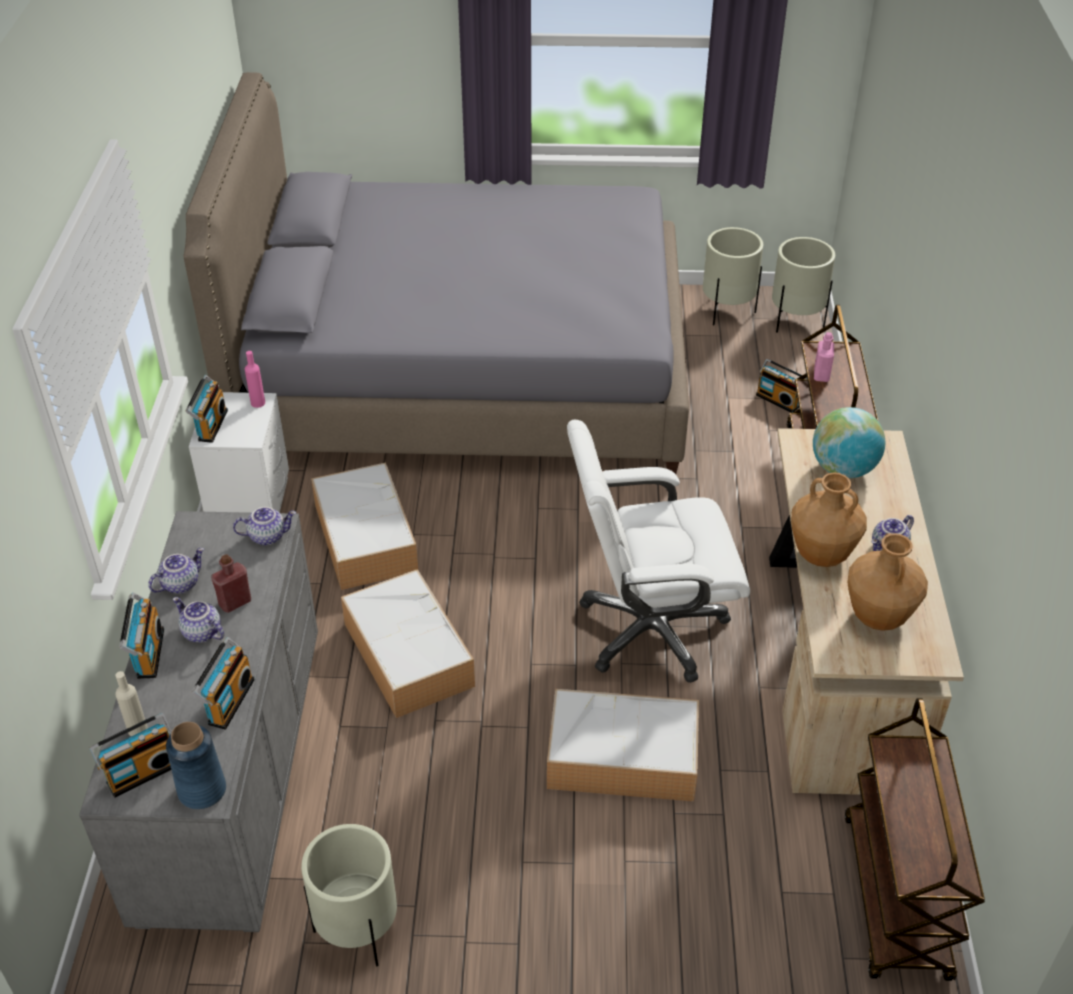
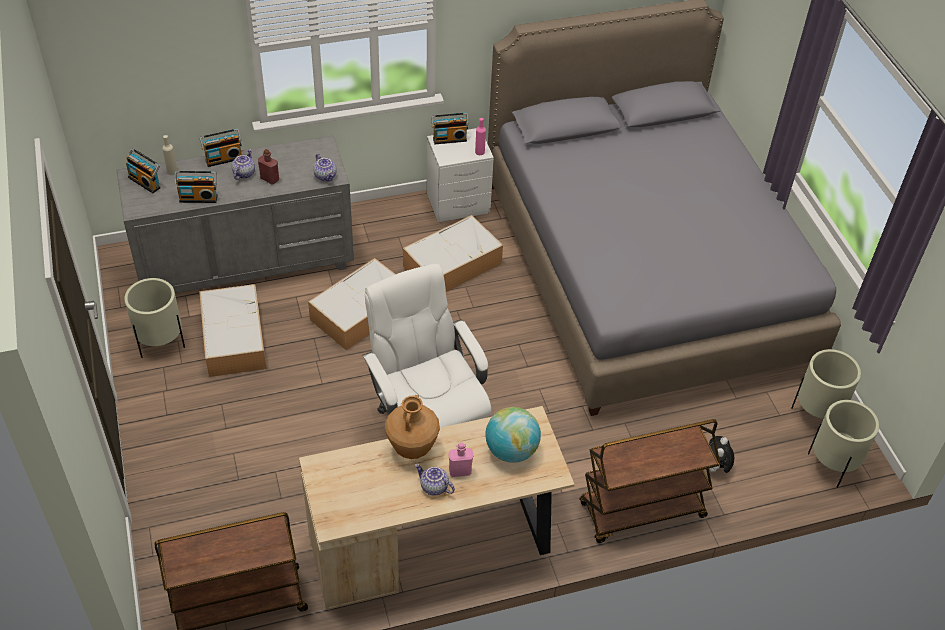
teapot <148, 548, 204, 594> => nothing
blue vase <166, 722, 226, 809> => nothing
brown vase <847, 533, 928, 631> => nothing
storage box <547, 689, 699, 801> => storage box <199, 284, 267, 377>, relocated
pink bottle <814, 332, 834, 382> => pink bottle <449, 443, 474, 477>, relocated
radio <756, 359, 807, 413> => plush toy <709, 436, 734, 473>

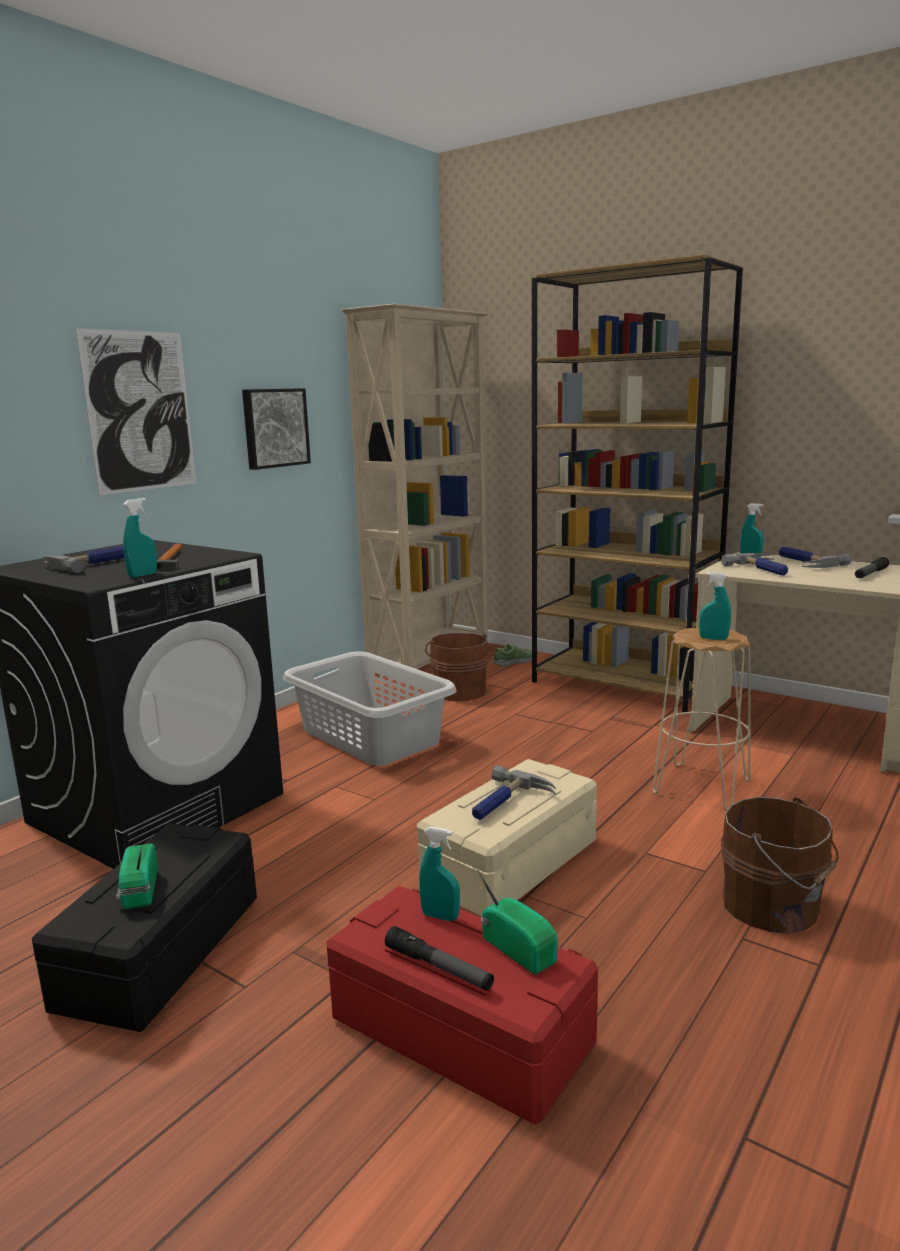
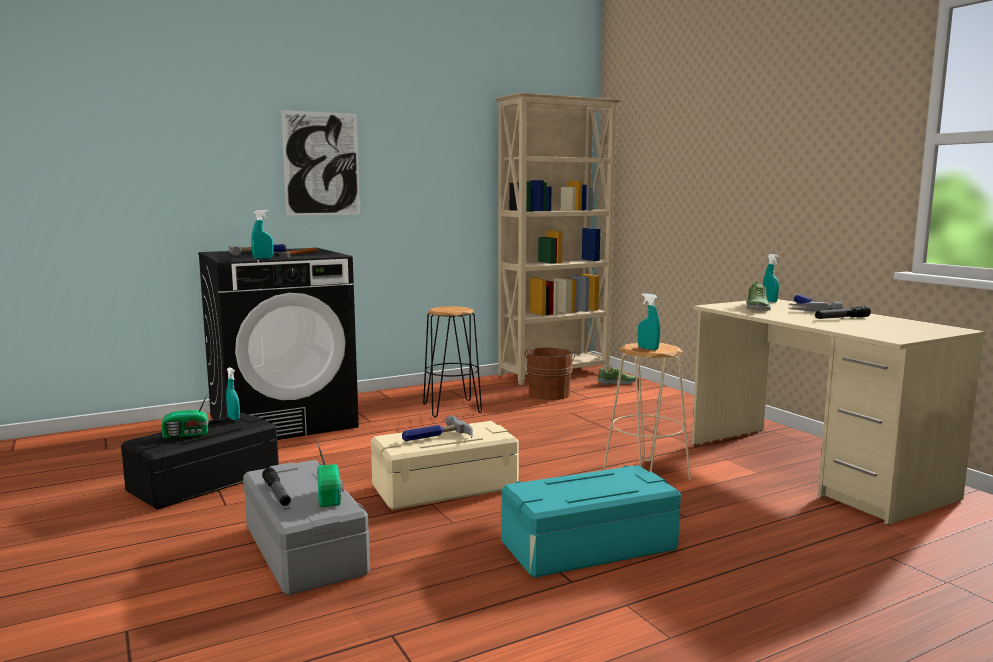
picture <242, 388, 311, 470> => nothing
brown bookcase <532, 255, 743, 712> => nothing
turquoise spray bottle <419, 827, 460, 921> => turquoise spray bottle <226, 367, 240, 420>, relocated
grey laundry basket <283, 652, 457, 766> => black stool <423, 306, 482, 417>
hammer <721, 553, 788, 575> => shoe <746, 282, 771, 311>
brown bucket <721, 797, 839, 934> => turquoise storage box <502, 465, 681, 578>
red storage box <327, 886, 598, 1124> => grey storage box <243, 460, 370, 596>
radio <116, 844, 158, 909> => radio <161, 391, 209, 439>, 120 degrees counterclockwise

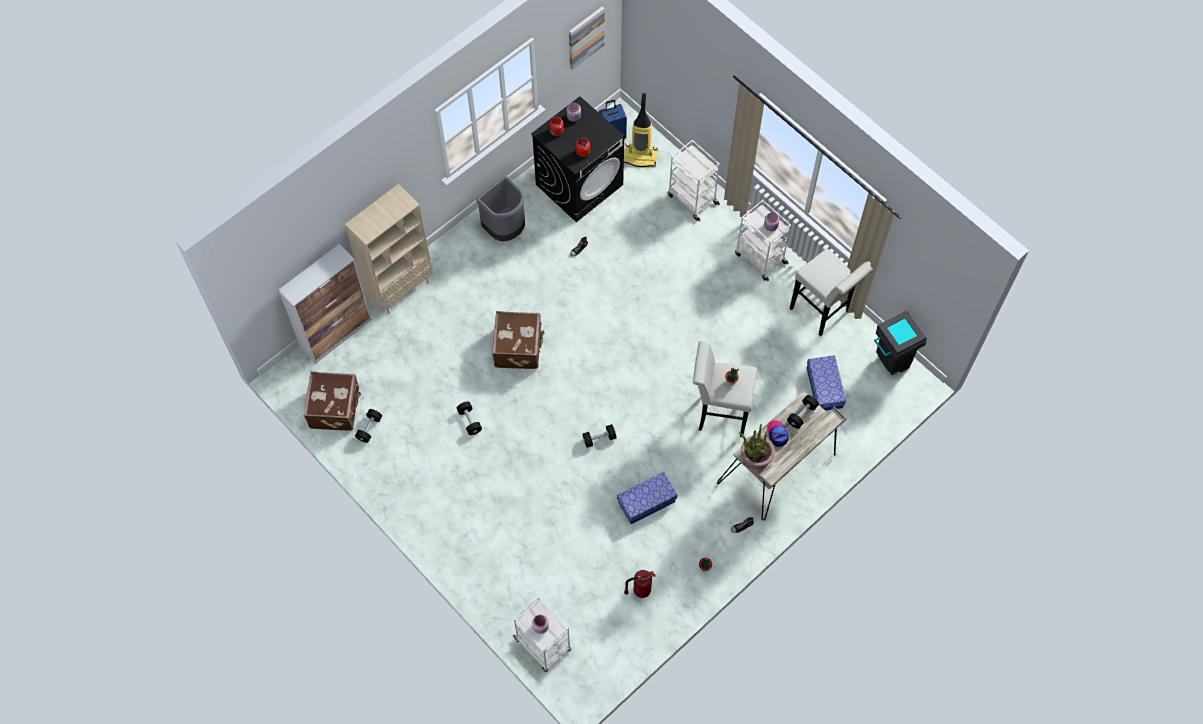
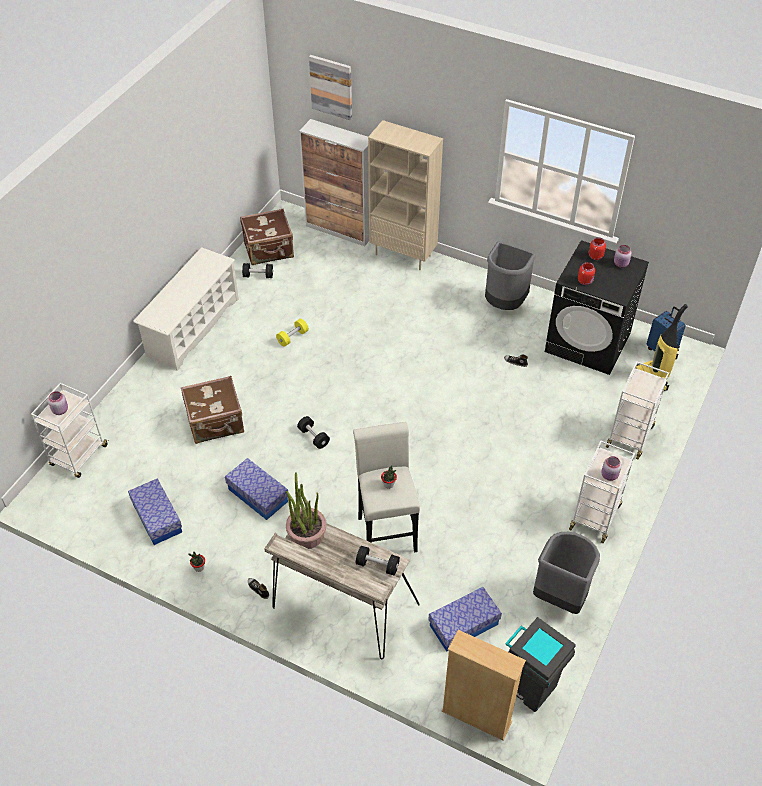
cap <767, 420, 789, 447> => nothing
nothing => white shoe rack <133, 247, 239, 371>
nothing => beige bookcase <442, 630, 526, 741>
brown suitcase <492, 311, 545, 369> => brown suitcase <181, 376, 244, 444>, relocated
picture <569, 6, 605, 70> => picture <309, 55, 352, 120>, relocated
fire extinguisher <624, 570, 656, 598> => storage box <128, 478, 182, 545>
white stool <790, 248, 873, 337> => grey trash can <533, 532, 600, 614>
black dumbbell <457, 402, 482, 435> => yellow dumbbell <276, 319, 309, 347>

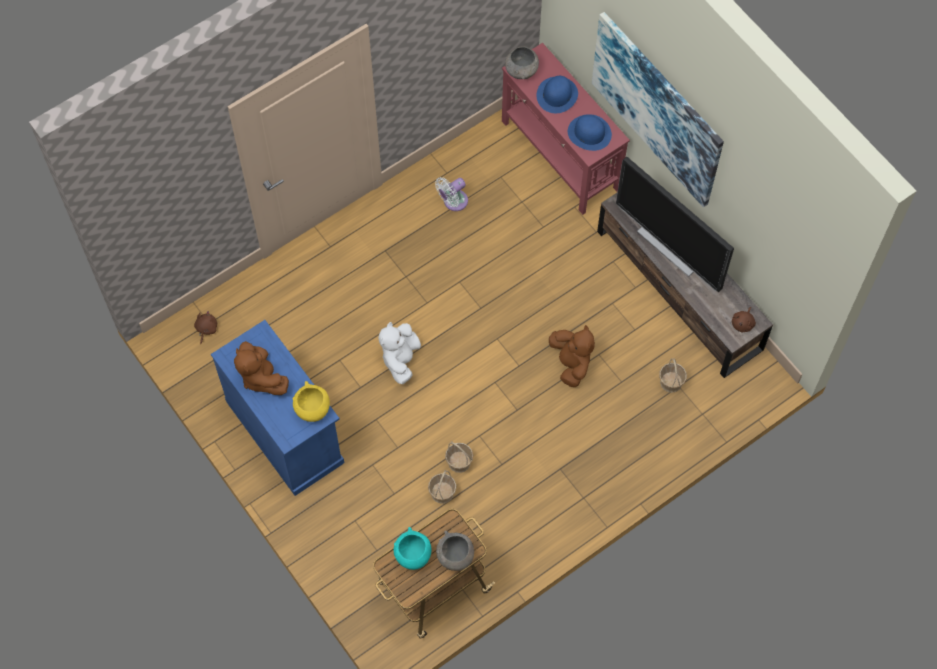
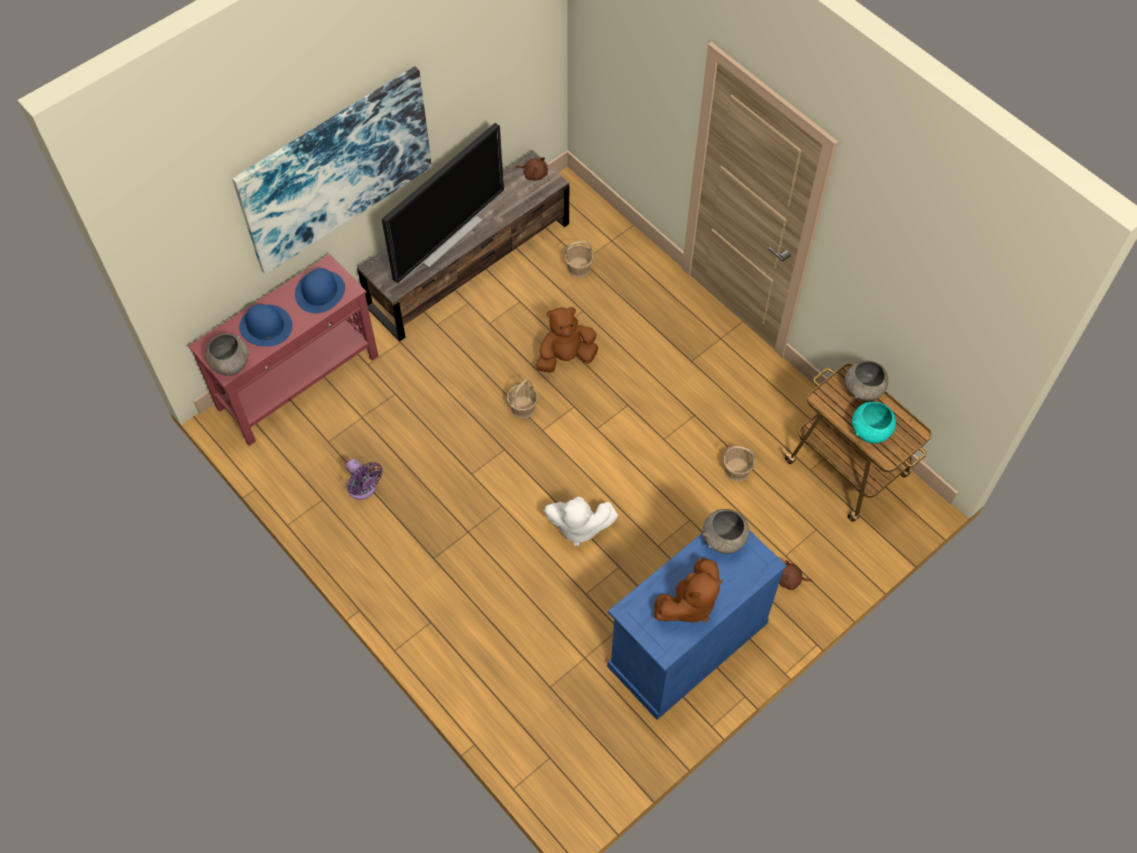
brown plush toy <194, 311, 217, 344> => brown plush toy <779, 560, 813, 590>, relocated
basket <445, 441, 473, 473> => basket <507, 379, 538, 418>, relocated
yellow bowl <292, 381, 330, 422> => grey bowl <703, 509, 749, 554>
white fan <435, 177, 468, 211> => purple fan <346, 459, 383, 500>

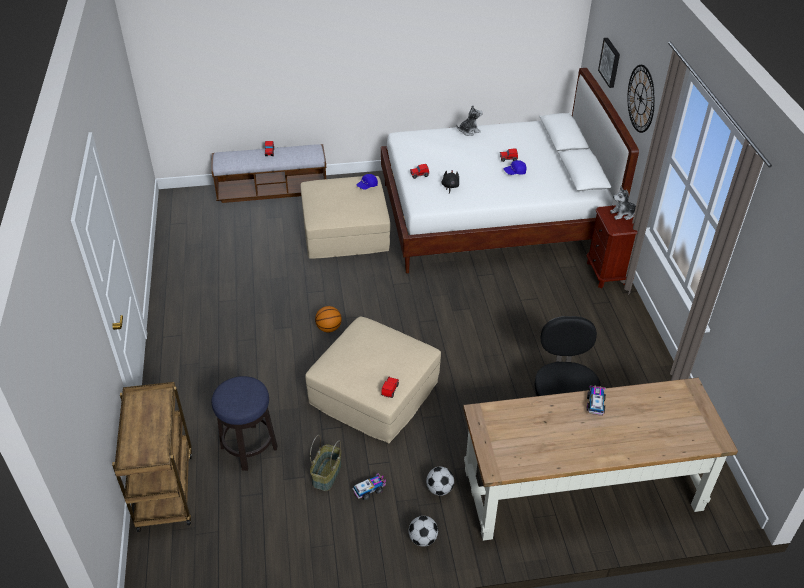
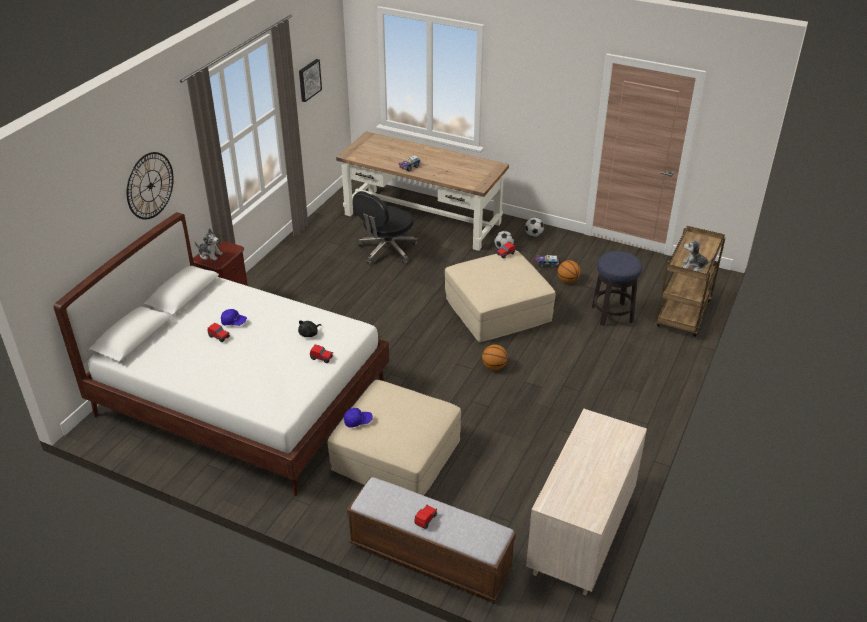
nothing => beige dresser <526, 409, 647, 595>
plush toy <456, 105, 483, 136> => plush toy <683, 238, 713, 271>, relocated
picture <598, 38, 620, 88> => picture <299, 59, 322, 102>, relocated
basket <310, 435, 341, 491> => basketball <557, 260, 581, 283>

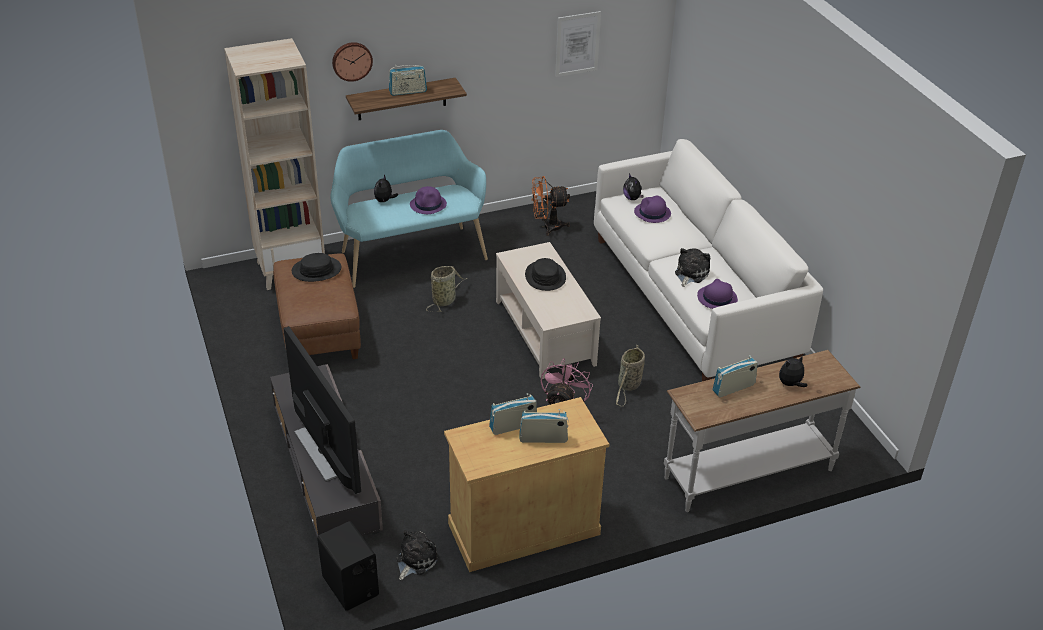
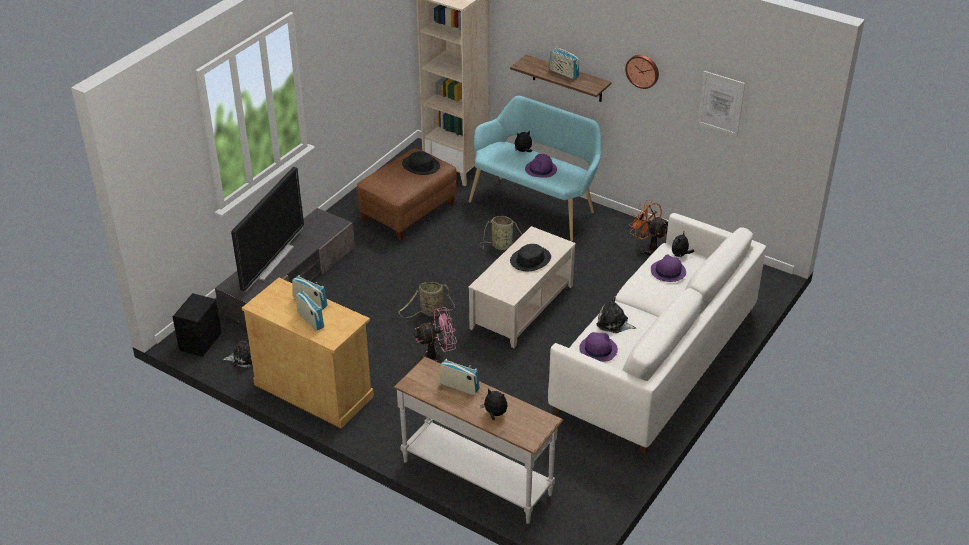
wall clock <332, 42, 373, 82> => wall clock <625, 55, 659, 89>, relocated
basket <616, 345, 645, 406> => basket <398, 282, 455, 318>, relocated
plush toy <675, 248, 710, 287> => plush toy <596, 296, 637, 333>, 150 degrees counterclockwise

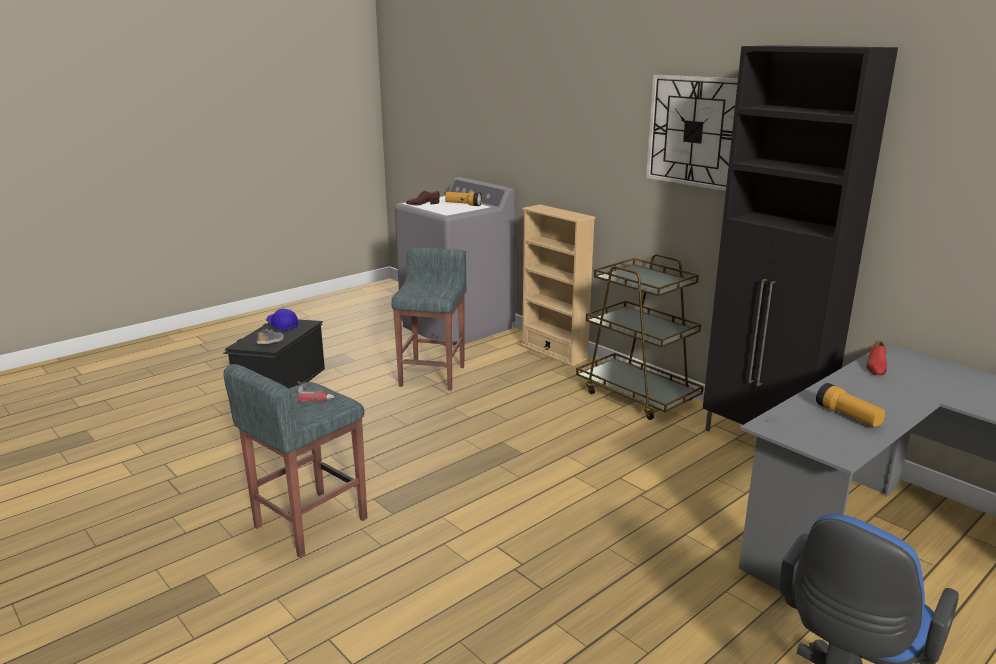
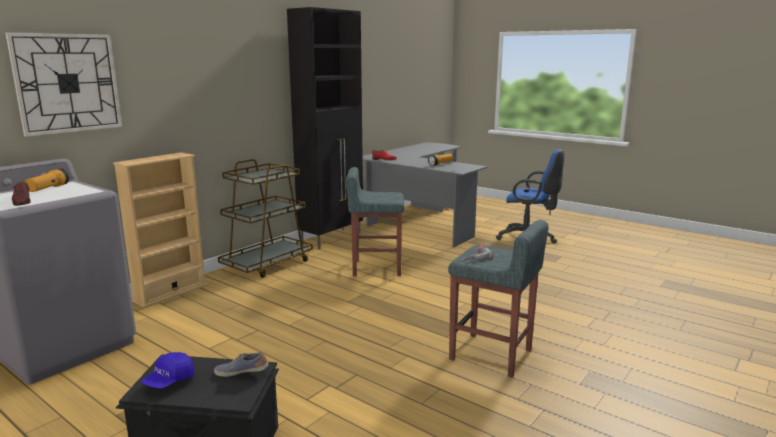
grey stool <391, 248, 467, 391> => grey stool <346, 167, 405, 276>, relocated
wall clock <646, 75, 738, 191> => wall clock <5, 32, 122, 137>, relocated

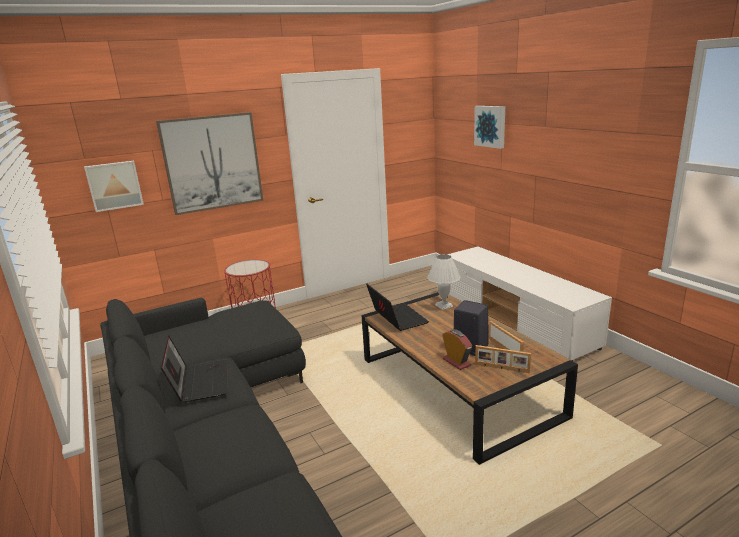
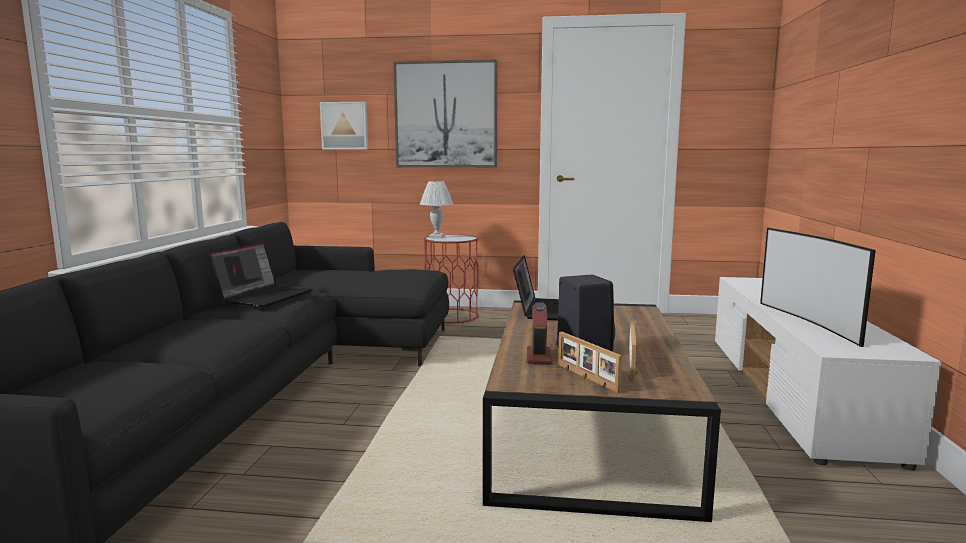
picture <474, 106, 505, 149> => nothing
nothing => television <760, 228, 876, 347>
white table lamp <428, 254, 460, 310> => white table lamp <420, 181, 453, 238>, relocated

